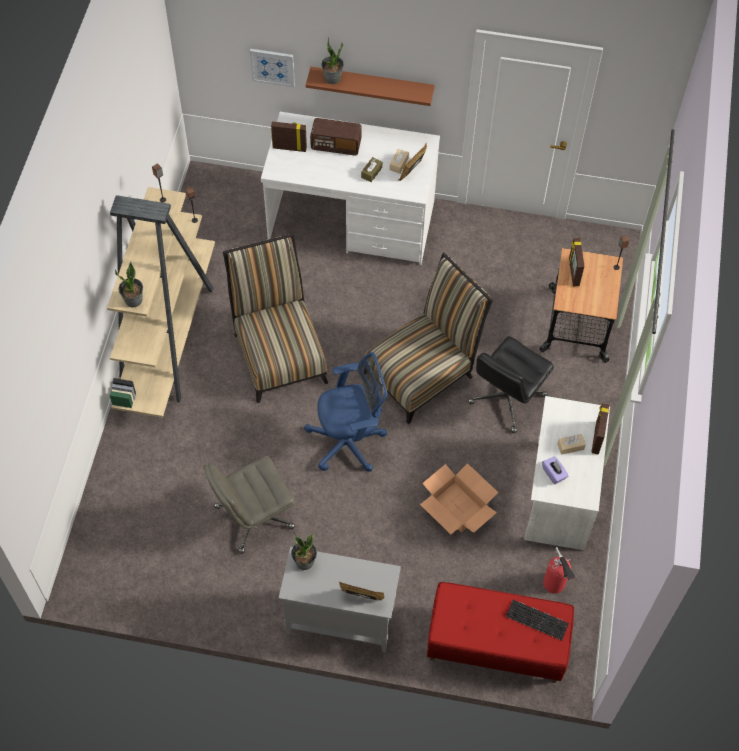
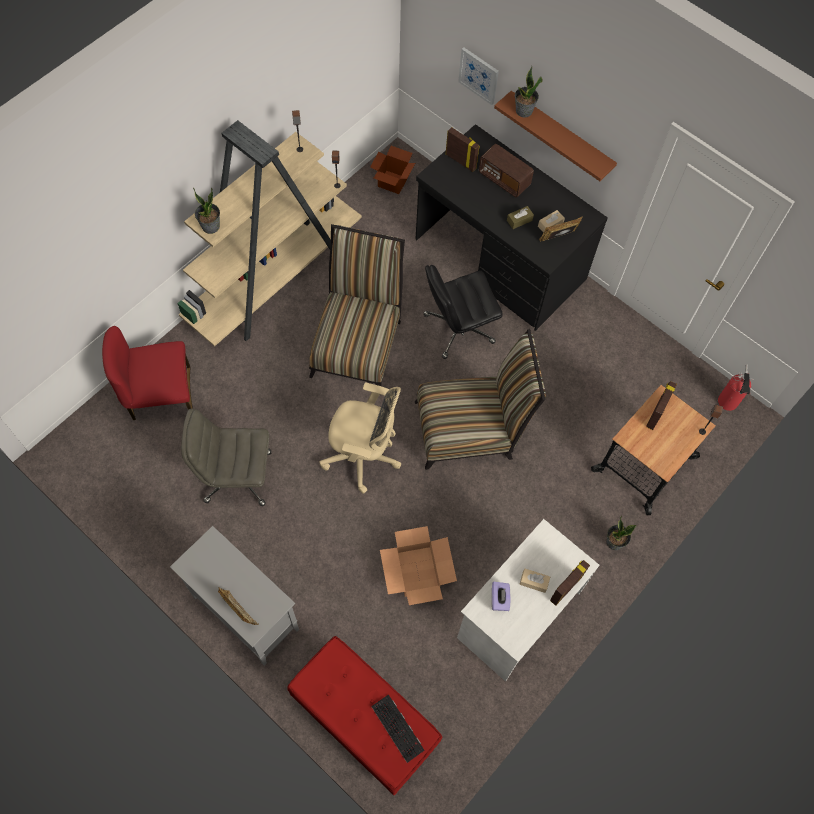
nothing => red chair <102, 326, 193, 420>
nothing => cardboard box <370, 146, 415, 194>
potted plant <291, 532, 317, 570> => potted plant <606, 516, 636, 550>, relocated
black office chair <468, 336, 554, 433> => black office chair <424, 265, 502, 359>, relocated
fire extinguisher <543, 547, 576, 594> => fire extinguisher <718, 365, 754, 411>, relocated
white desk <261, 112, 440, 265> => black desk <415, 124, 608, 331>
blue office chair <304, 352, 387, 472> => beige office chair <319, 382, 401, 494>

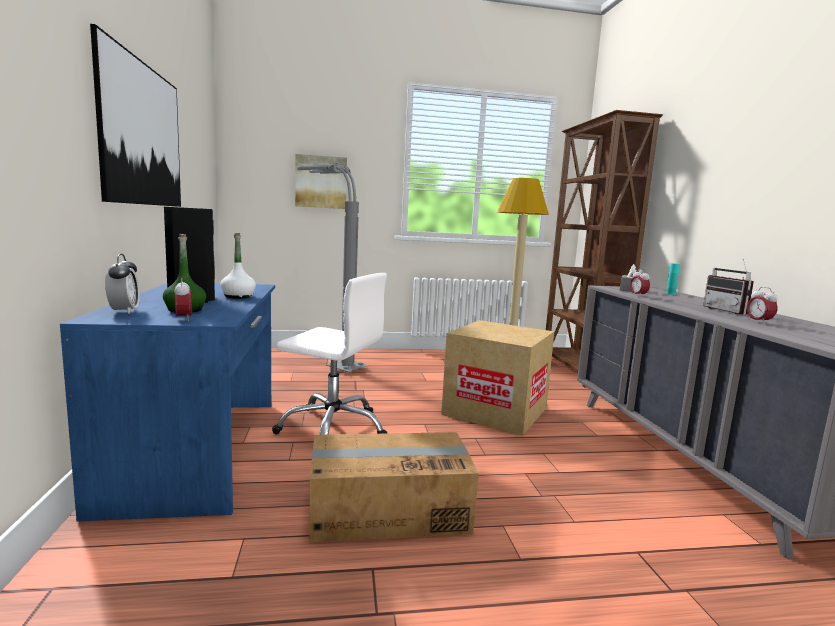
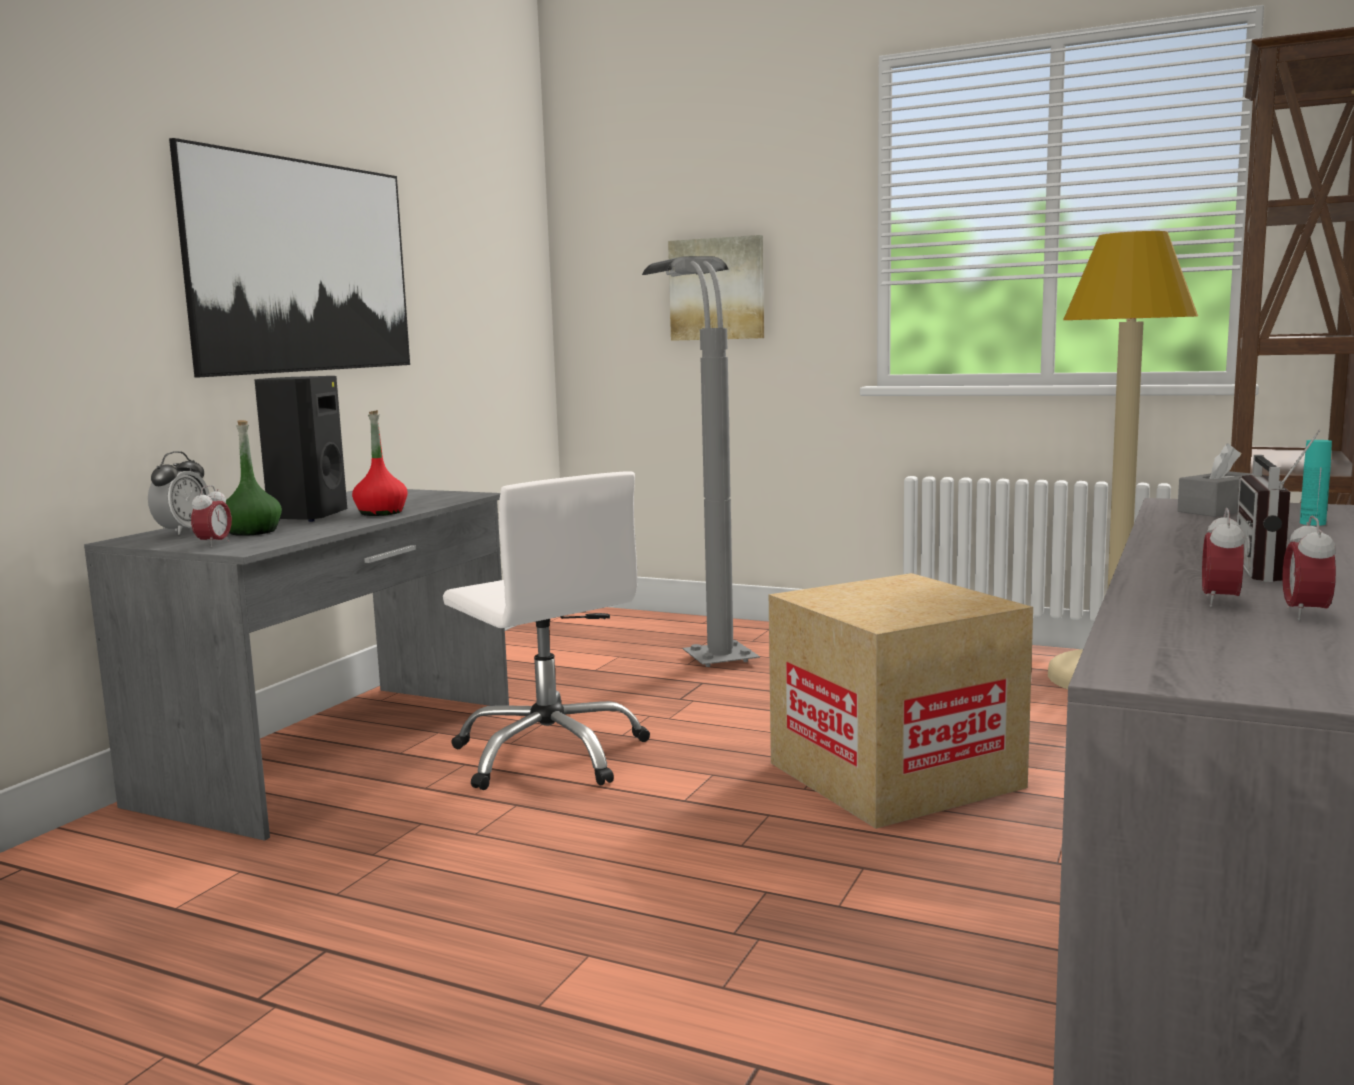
cardboard box <309, 432, 479, 543> => nothing
alarm clock <630, 269, 650, 297> => alarm clock <1282, 515, 1336, 621>, relocated
blue desk <60, 283, 275, 521> => grey desk <84, 489, 509, 841>
white bottle <220, 233, 256, 299> => red bottle <352, 410, 408, 516>

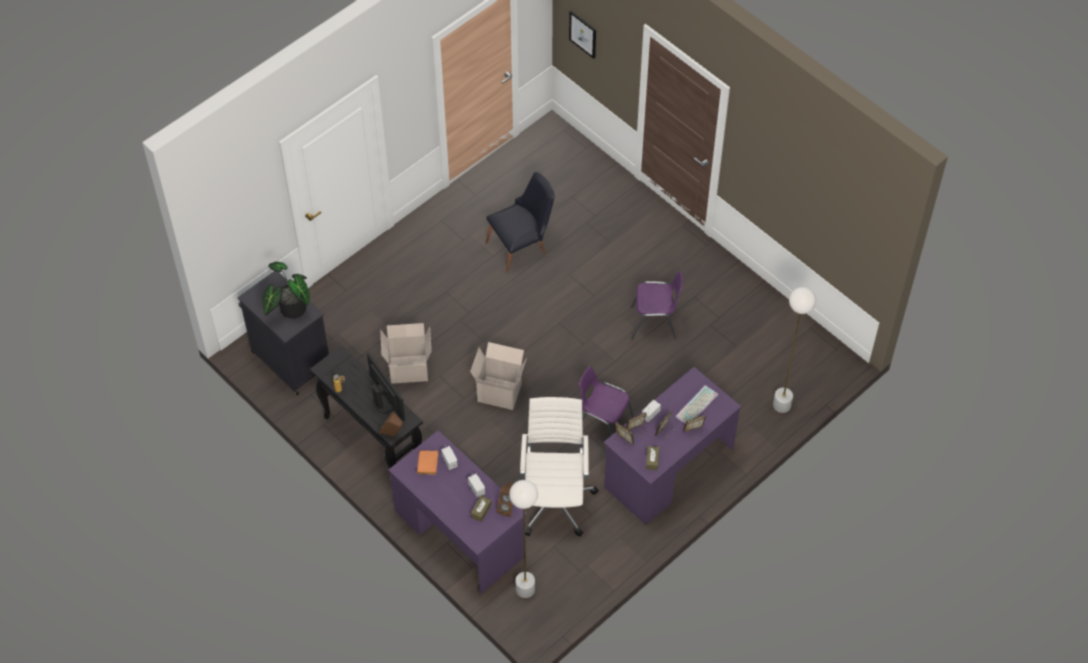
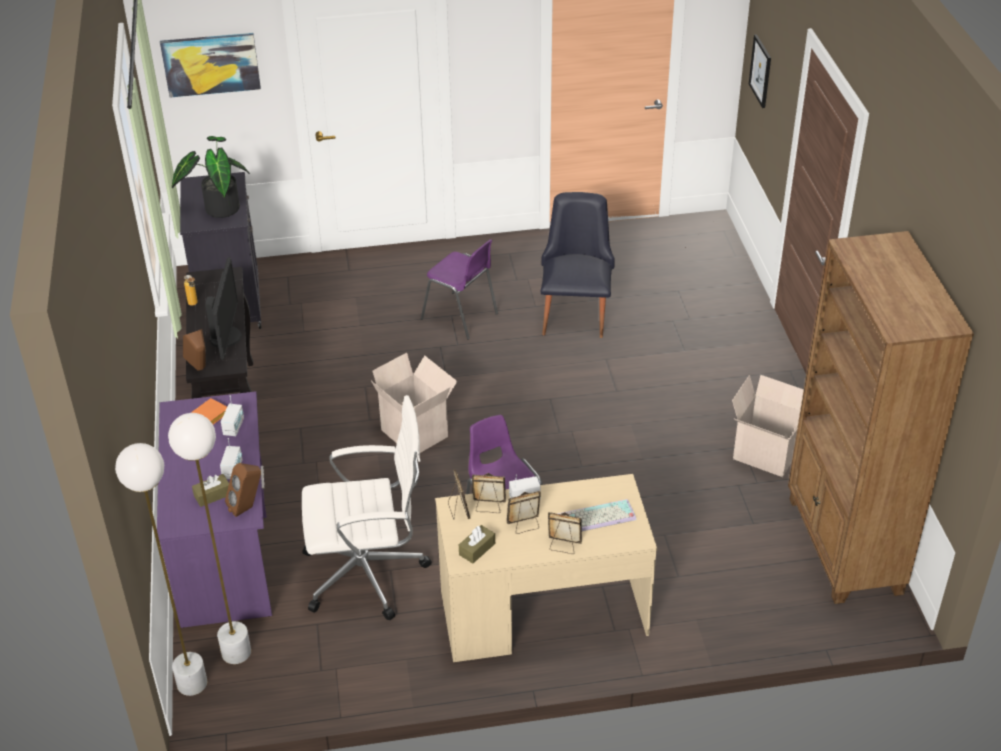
nothing => picture <160, 33, 261, 98>
nothing => brown bookcase <788, 231, 974, 604>
cardboard box <381, 323, 431, 384> => cardboard box <732, 375, 804, 477>, relocated
purple chair <631, 271, 682, 340> => purple chair <421, 239, 498, 340>, relocated
white floor lamp <773, 287, 816, 413> => white floor lamp <115, 443, 207, 696>, relocated
purple desk <604, 367, 741, 525> => beige desk <435, 474, 657, 662>
black chair <486, 172, 555, 273> => black chair <541, 192, 615, 338>, 90 degrees counterclockwise
white office chair <520, 397, 599, 536> => white office chair <302, 395, 432, 620>, 45 degrees clockwise

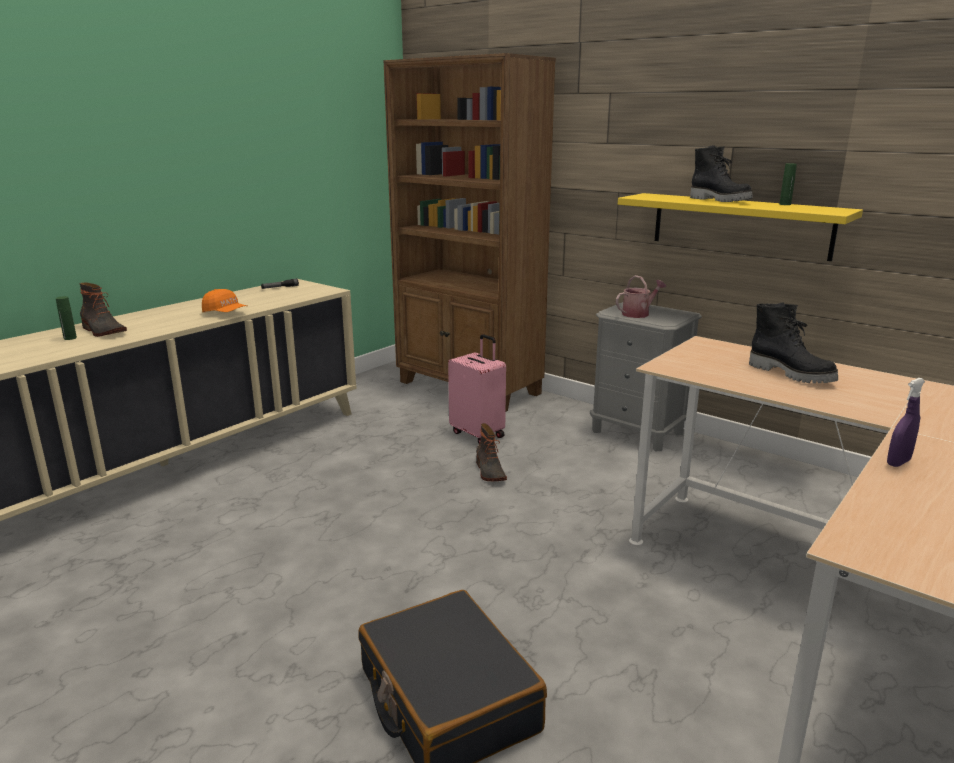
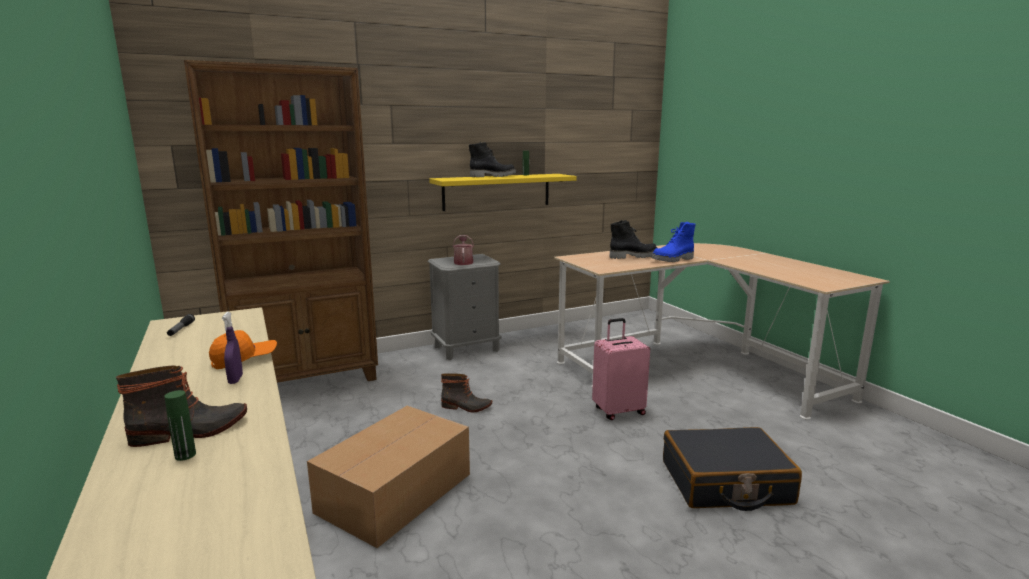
nothing => cardboard box <307, 406, 470, 548>
nothing => blue boot <651, 222, 696, 262>
pink suitcase <448, 334, 506, 443> => pink suitcase <592, 318, 650, 420>, relocated
purple spray bottle <887, 378, 925, 467> => purple spray bottle <222, 312, 243, 384>, relocated

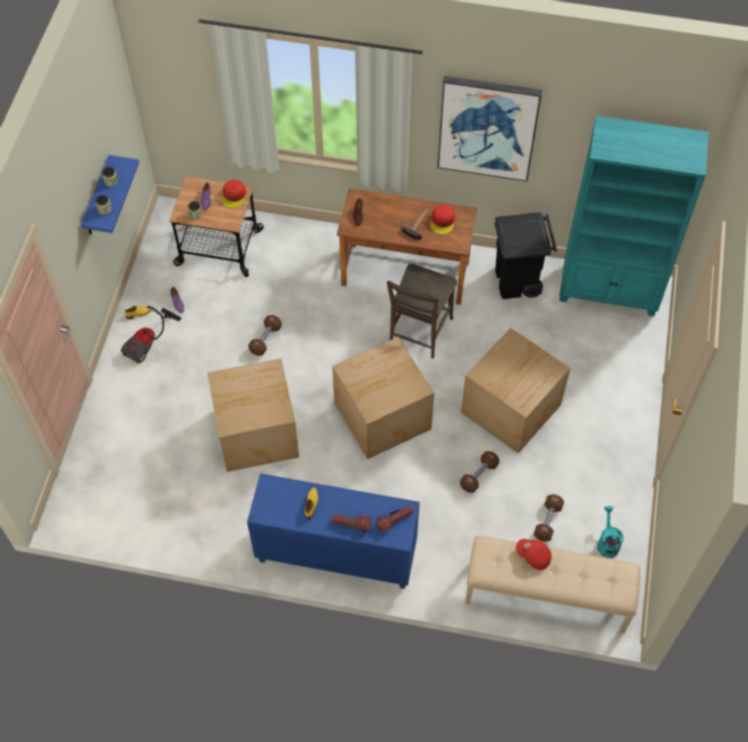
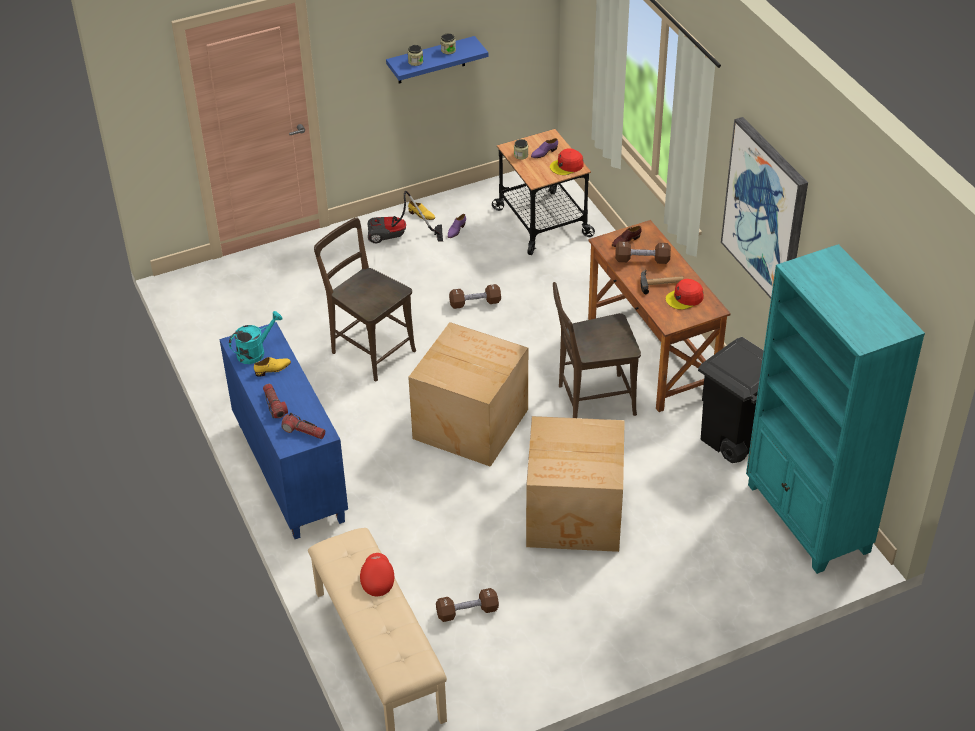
brown dumbbell <460, 451, 499, 493> => brown dumbbell <615, 241, 671, 264>, relocated
turquoise watering can <597, 506, 624, 558> => turquoise watering can <229, 311, 283, 364>, relocated
cardboard box <207, 358, 299, 472> => brown chair <314, 217, 416, 382>

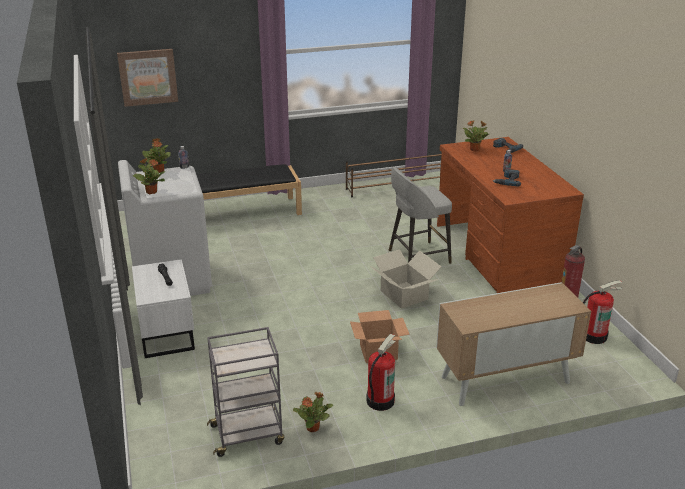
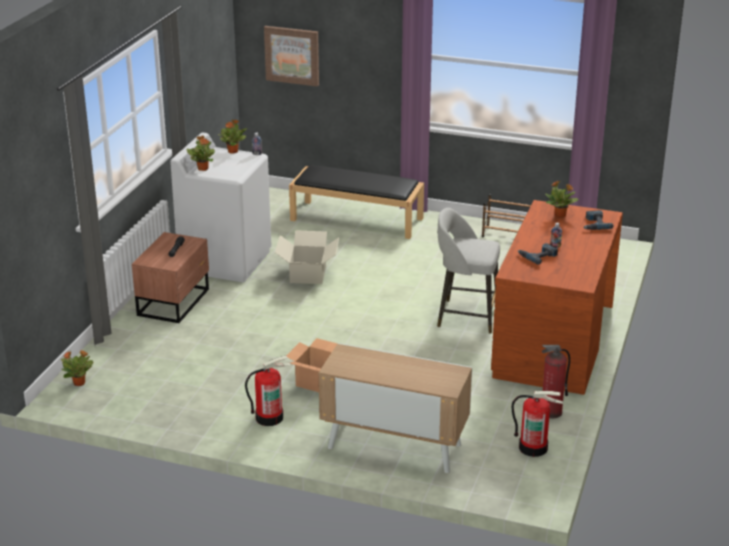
grey cart <207, 327, 284, 457> => nothing
potted plant <293, 391, 333, 432> => potted plant <61, 350, 93, 386>, relocated
cardboard box <370, 249, 442, 309> => cardboard box <275, 230, 339, 284>, relocated
white nightstand <132, 259, 195, 358> => brown nightstand <132, 232, 209, 323>

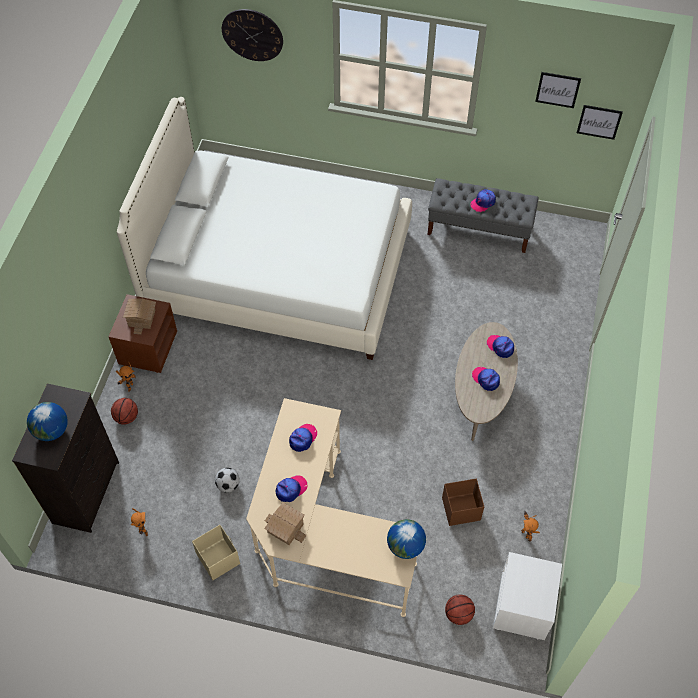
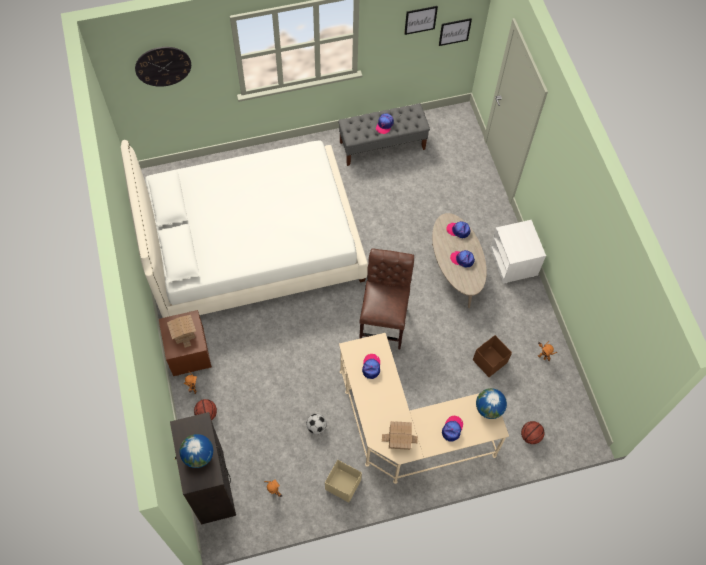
nothing => brown chair <359, 248, 414, 349>
cap <276, 476, 307, 502> => cap <442, 416, 463, 442>, relocated
white nightstand <493, 552, 562, 640> => white nightstand <490, 220, 546, 284>, relocated

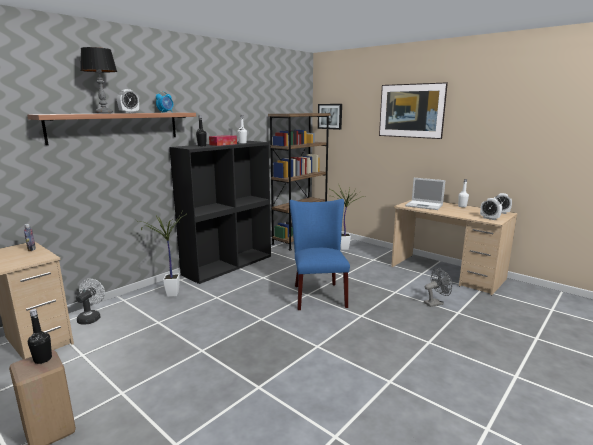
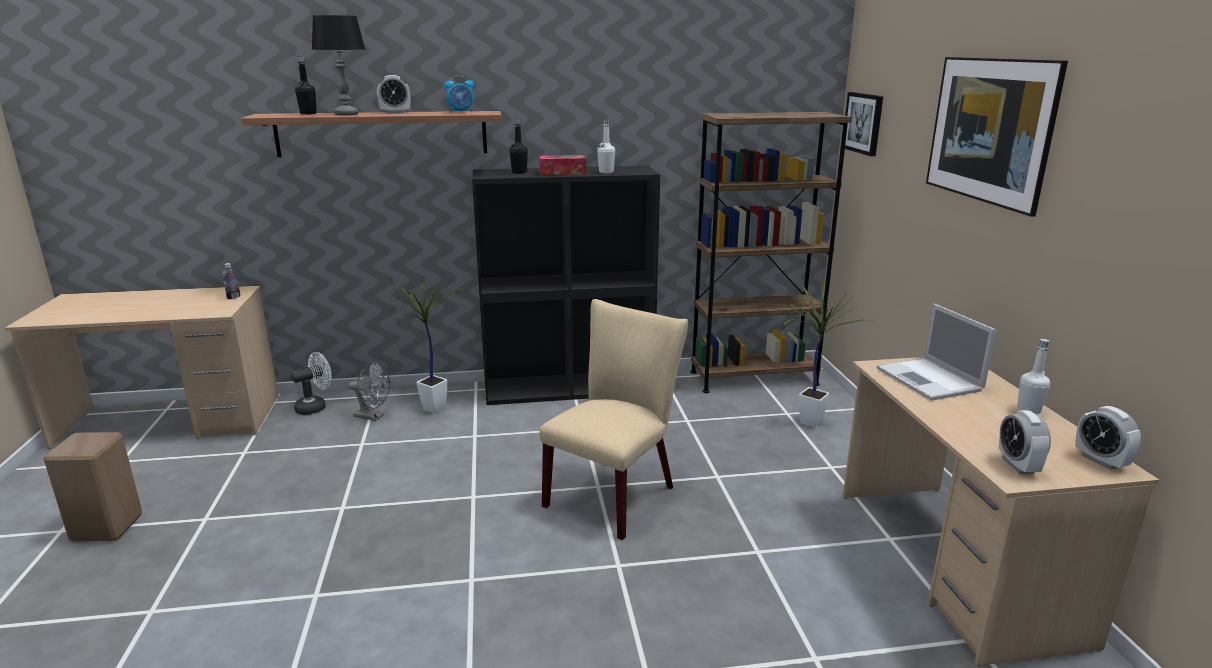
black bottle <28, 309, 52, 364> => black bottle <295, 56, 317, 115>, relocated
grey fan <424, 268, 452, 307> => grey fan <348, 362, 391, 421>, relocated
blue chair <289, 199, 350, 310> => beige chair <539, 299, 688, 540>

